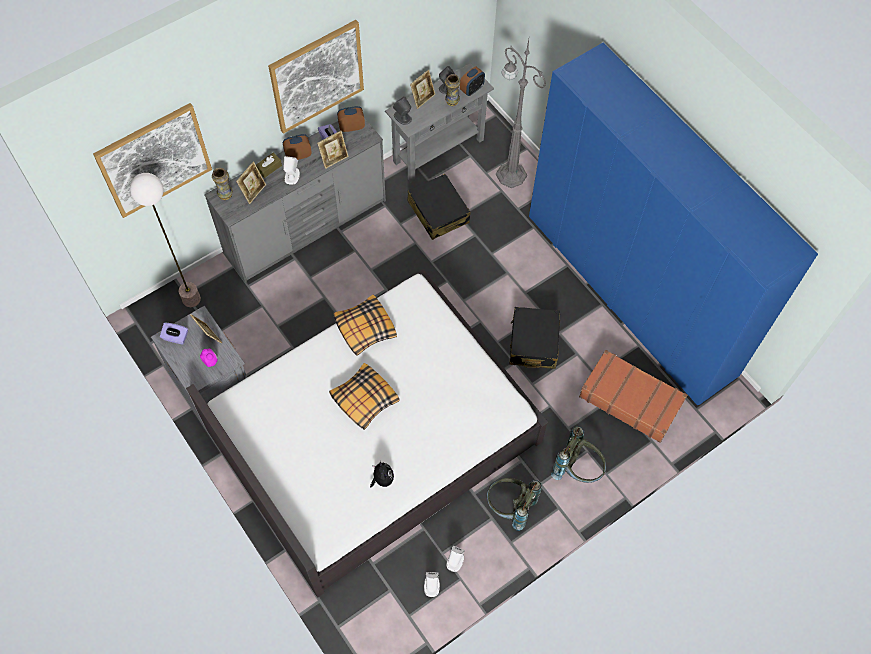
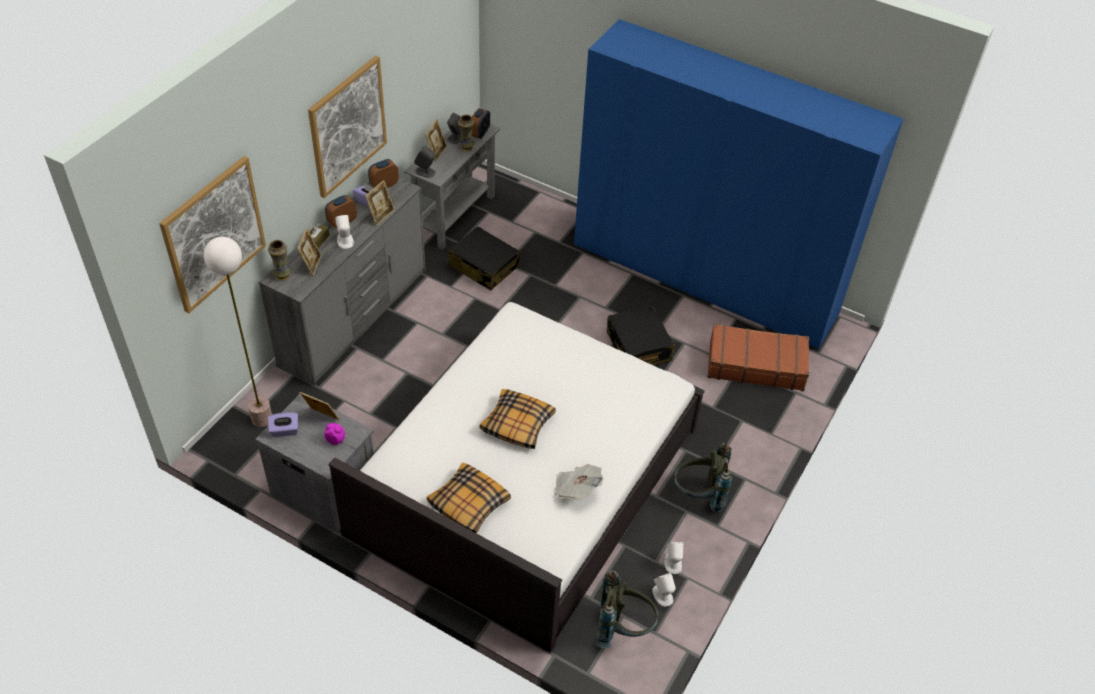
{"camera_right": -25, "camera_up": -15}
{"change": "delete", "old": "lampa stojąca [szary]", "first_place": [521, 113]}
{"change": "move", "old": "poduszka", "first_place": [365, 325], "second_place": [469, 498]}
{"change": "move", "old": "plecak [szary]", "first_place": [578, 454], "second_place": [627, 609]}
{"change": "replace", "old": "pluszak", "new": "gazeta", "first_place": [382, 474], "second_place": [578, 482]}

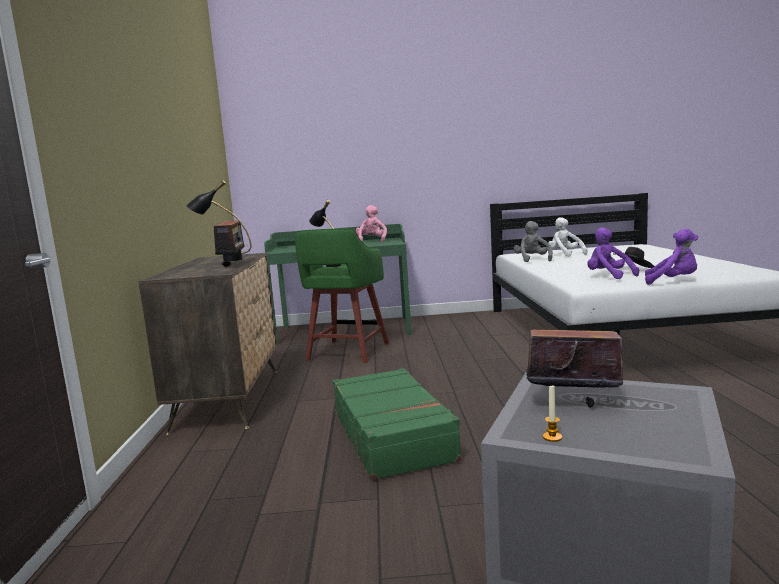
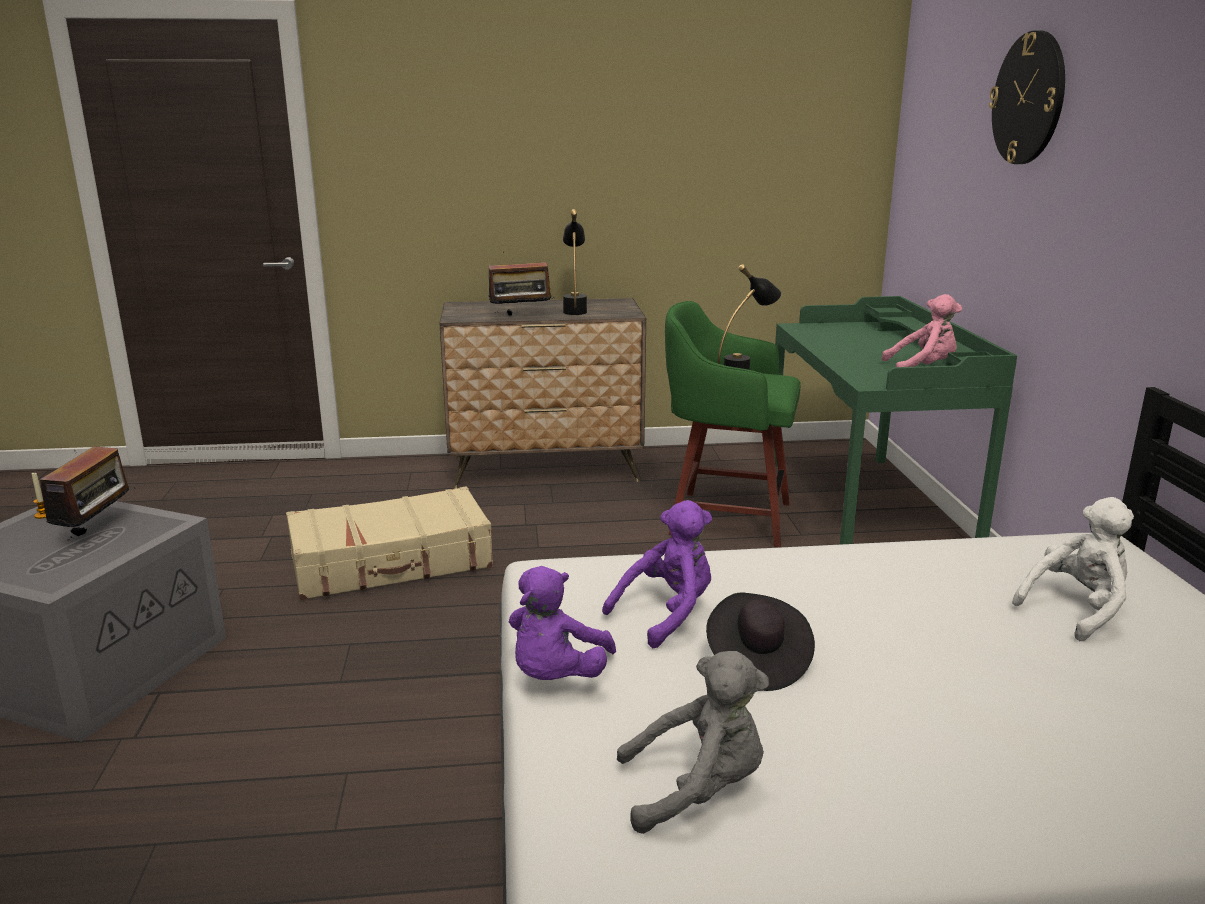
{"camera_right": 85, "camera_up": 10}
{"change": "move", "old": "pluszak [szary]", "first_place": [533, 241], "second_place": [693, 742]}
{"change": "recolor", "old": "walizka [zielony]", "new": "walizka [beżowy]", "first_place": [397, 424], "second_place": [389, 543]}
{"change": "insert", "new": "zegar ścienny", "second_place": [1027, 97]}

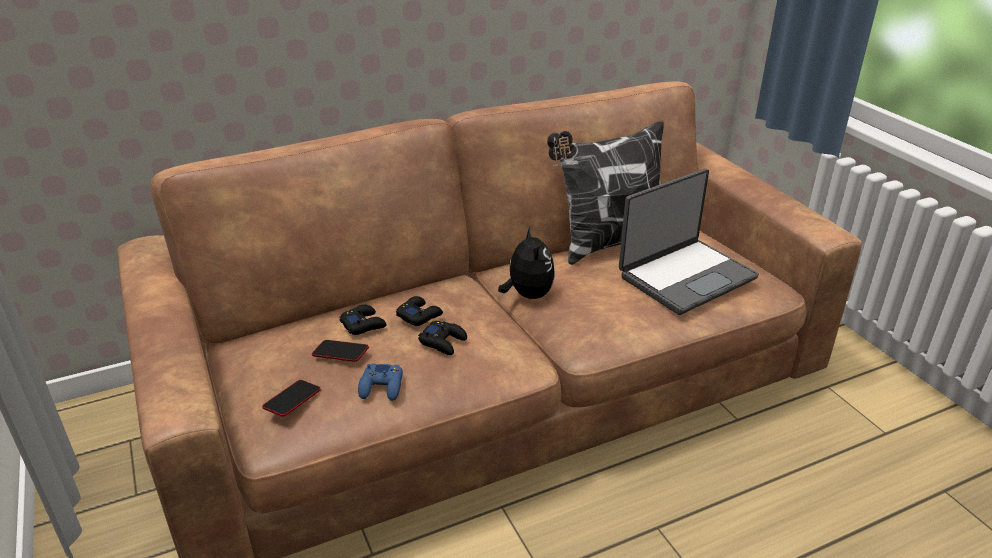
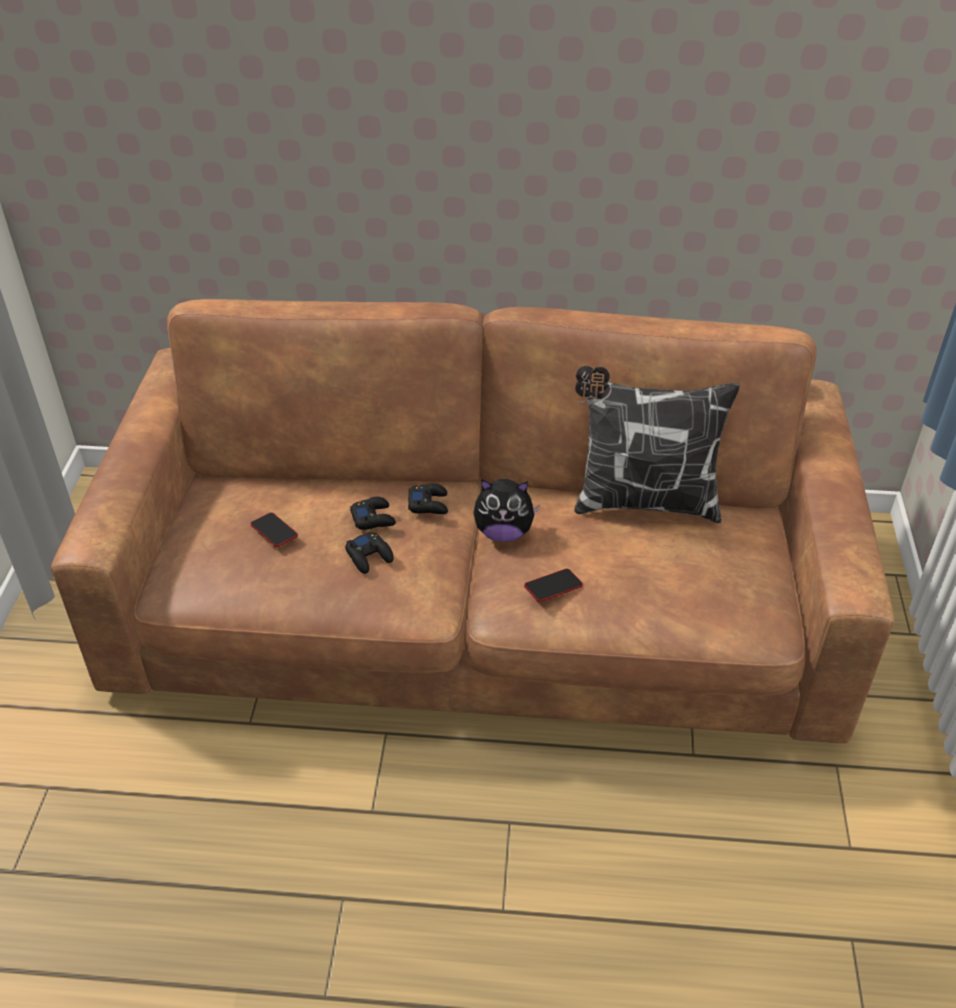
{"camera_right": 30, "camera_up": 10}
{"change": "delete", "old": "laptop", "first_place": [689, 242]}
{"change": "rotate", "old": "pluszak", "first_place": [526, 263], "second_place": [507, 510], "degrees": 75}
{"change": "move", "old": "pad do gier [czarny]", "first_place": [363, 319], "second_place": [428, 498]}
{"change": "delete", "old": "pad do gier [niebieski]", "first_place": [380, 382]}
{"change": "move", "old": "telefon", "first_place": [291, 398], "second_place": [553, 585]}

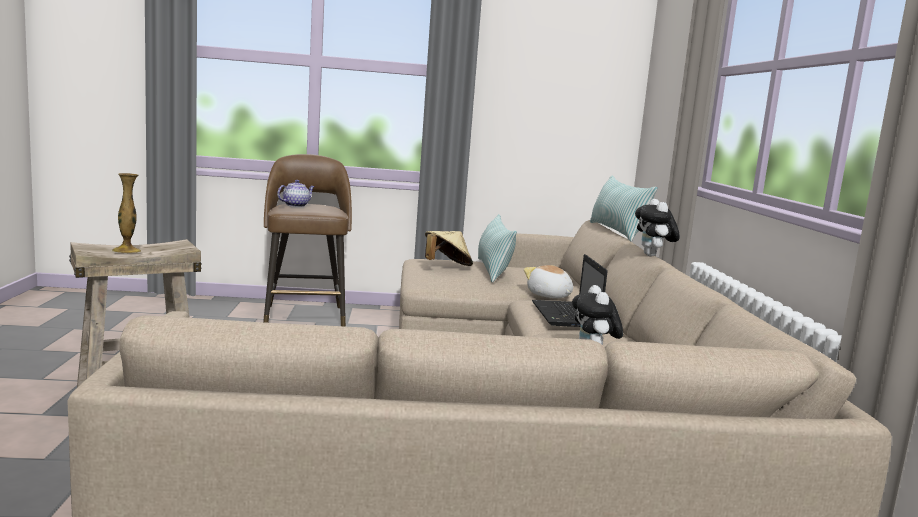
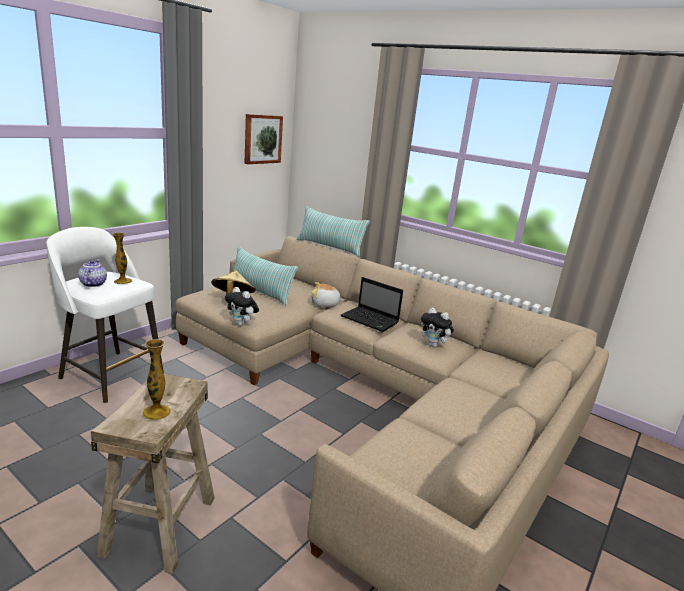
{"camera_right": -50, "camera_up": 10}
{"change": "recolor", "old": "stołek [brązowy]", "new": "stołek [biały]", "first_place": [307, 240], "second_place": [105, 315]}
{"change": "move", "old": "pluszak", "first_place": [657, 227], "second_place": [242, 306]}
{"change": "insert", "new": "obraz", "second_place": [263, 139]}
{"change": "insert", "new": "wazon", "second_place": [122, 258]}

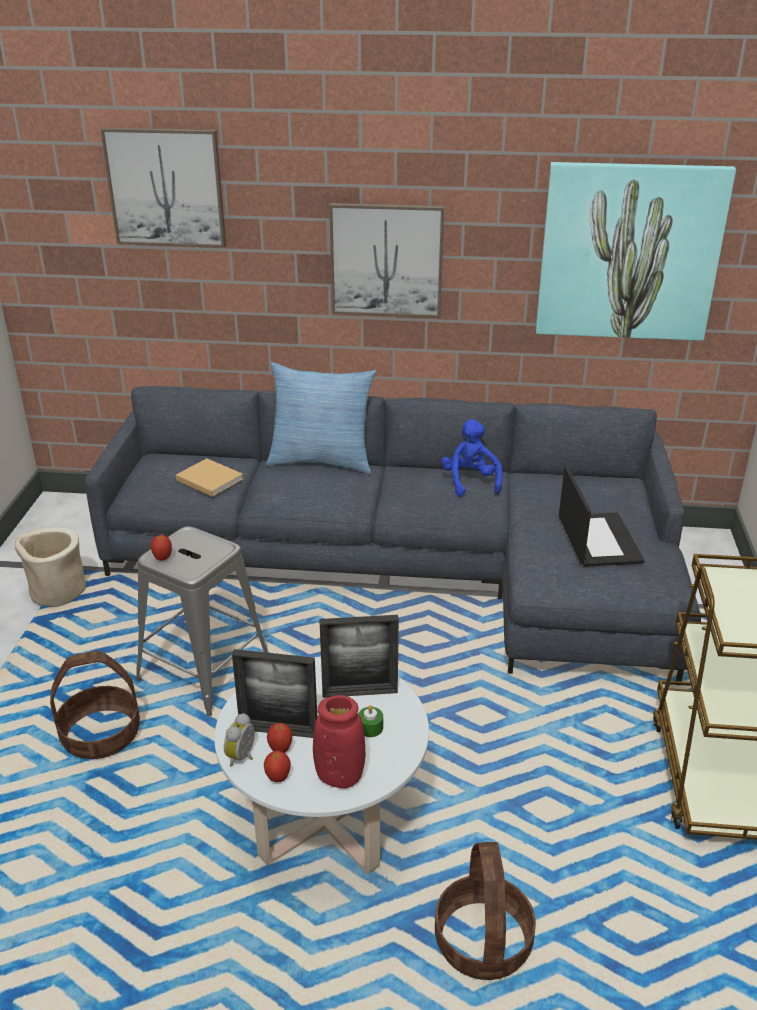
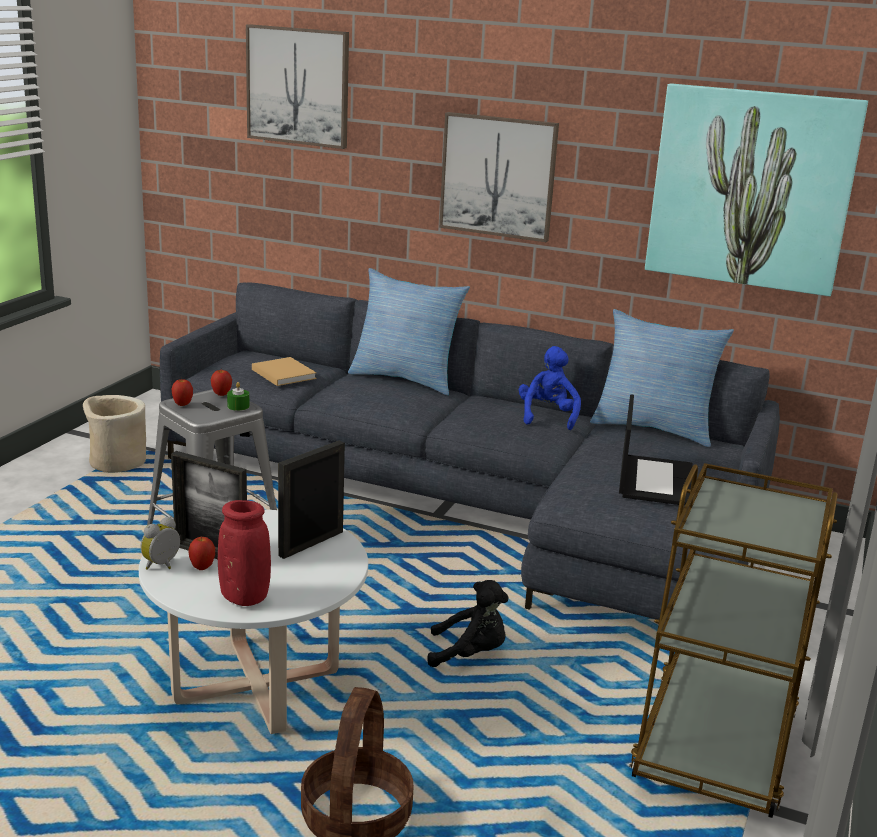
{"camera_right": 15, "camera_up": -10}
{"change": "rotate", "old": "ramka na zdjęcie", "first_place": [359, 656], "second_place": [311, 500], "degrees": 120}
{"change": "delete", "old": "koszyk", "first_place": [95, 705]}
{"change": "move", "old": "świeca [zielony]", "first_place": [370, 721], "second_place": [238, 396]}
{"change": "move", "old": "jabłko", "first_place": [277, 766], "second_place": [221, 383]}
{"change": "insert", "new": "poduszka", "second_place": [662, 378]}
{"change": "insert", "new": "pluszak [czarny]", "second_place": [468, 623]}

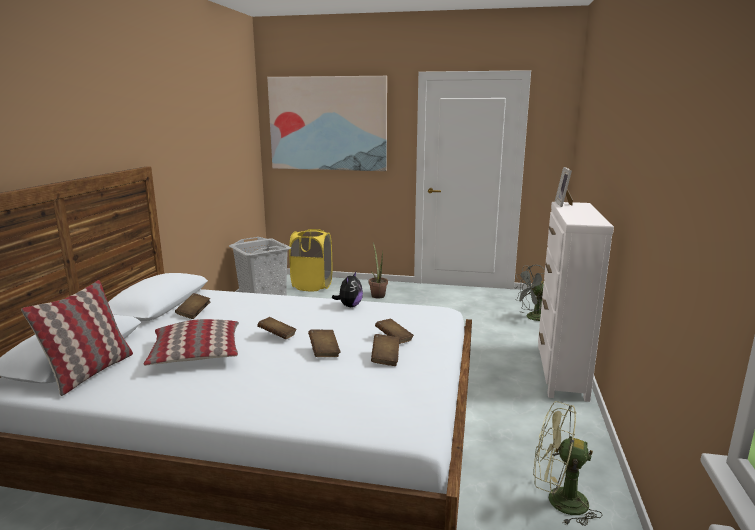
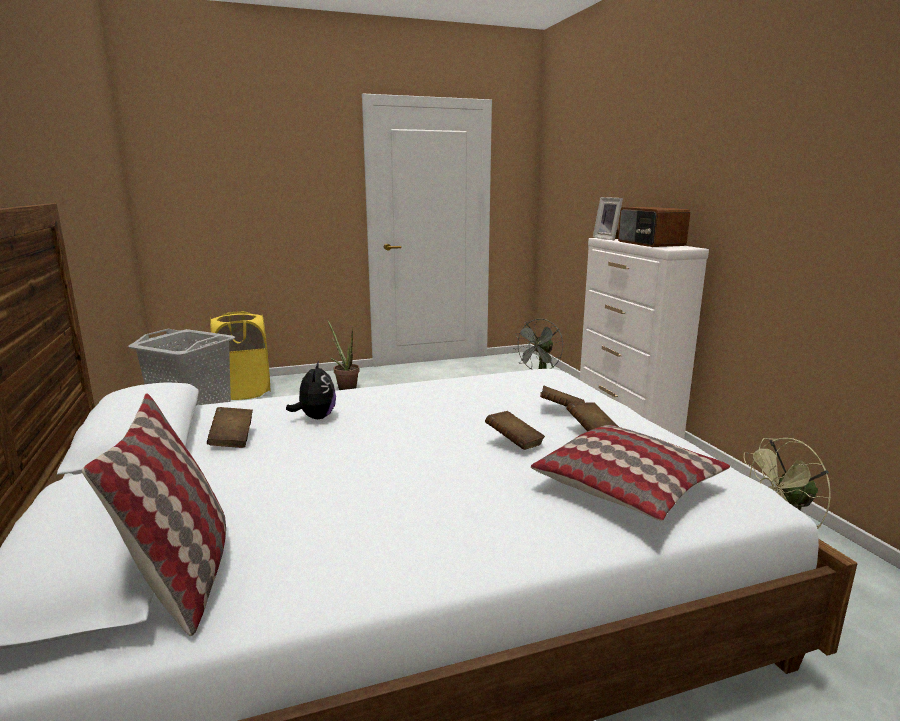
{"camera_right": -30, "camera_up": 0}
{"change": "delete", "old": "obraz", "first_place": [327, 123]}
{"change": "move", "old": "pluszak", "first_place": [347, 289], "second_place": [311, 390]}
{"change": "delete", "old": "książka [brązowy]", "first_place": [277, 328]}
{"change": "move", "old": "poduszka", "first_place": [191, 342], "second_place": [630, 473]}
{"change": "insert", "new": "radio", "second_place": [654, 227]}

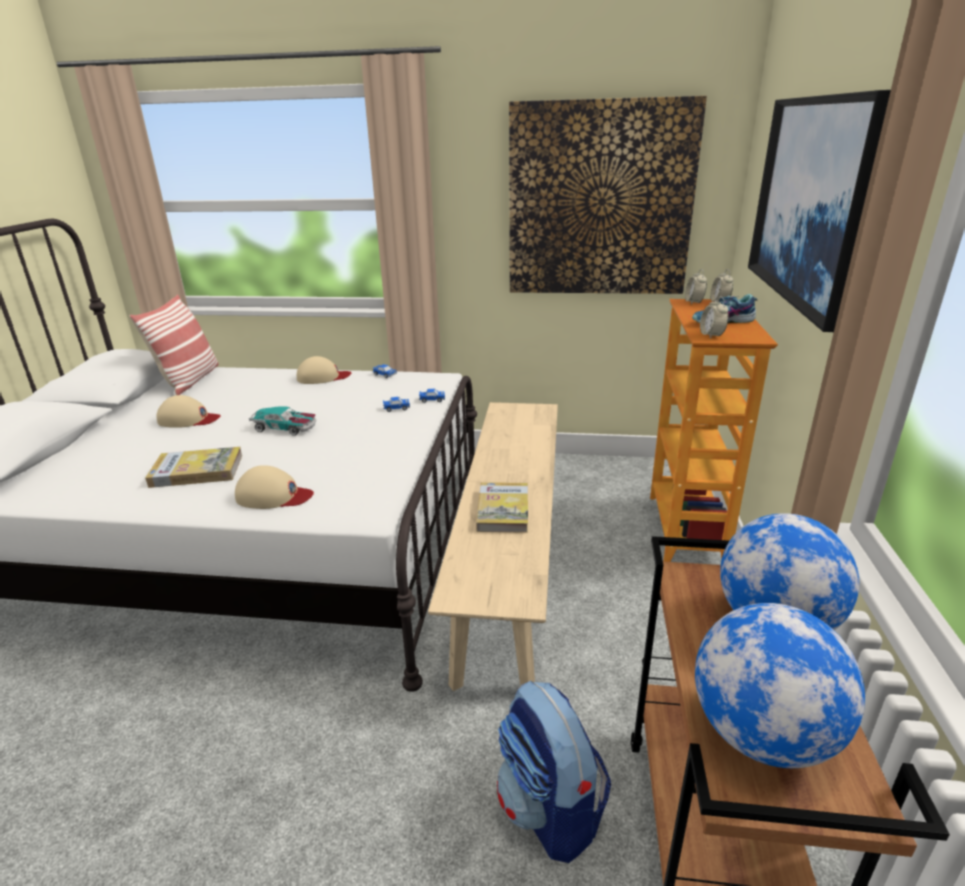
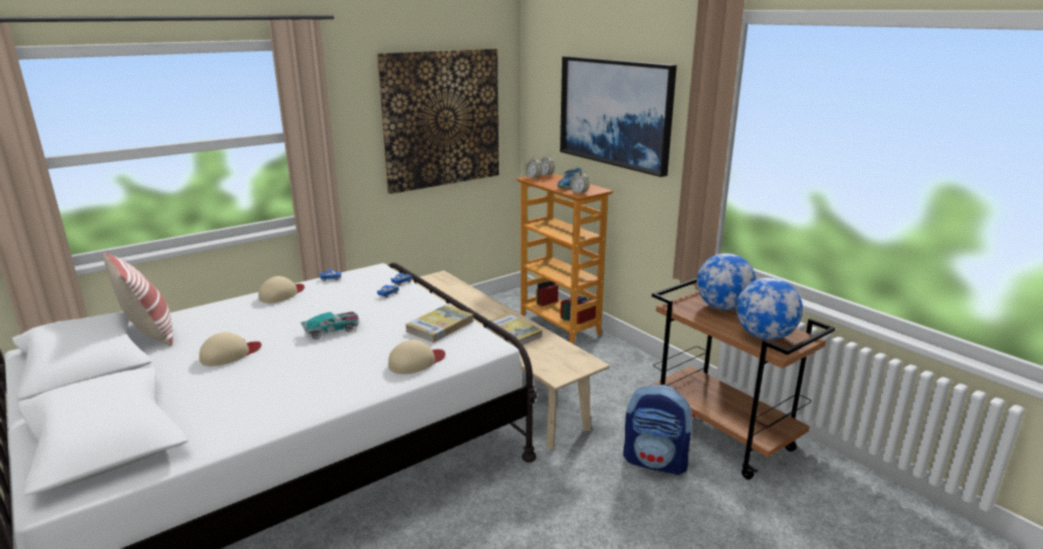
{"camera_right": -45, "camera_up": -5}
{"change": "move", "old": "książka", "first_place": [193, 467], "second_place": [439, 324]}

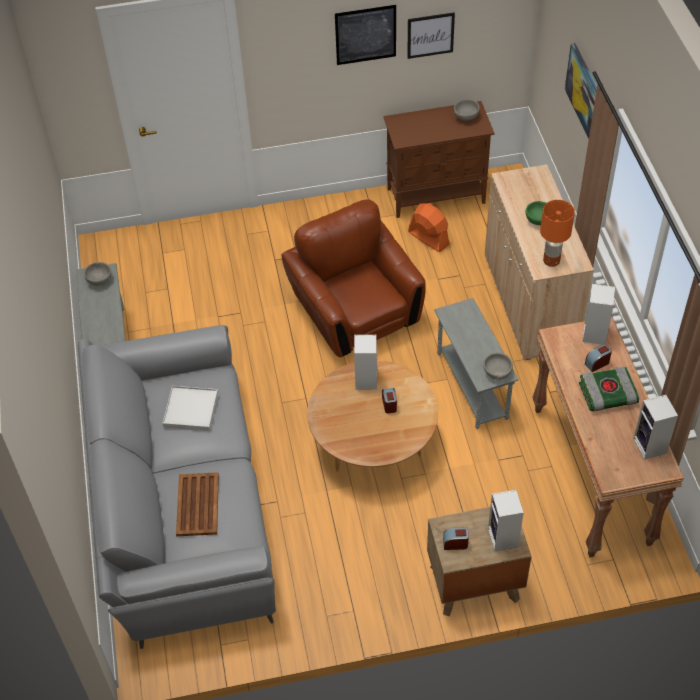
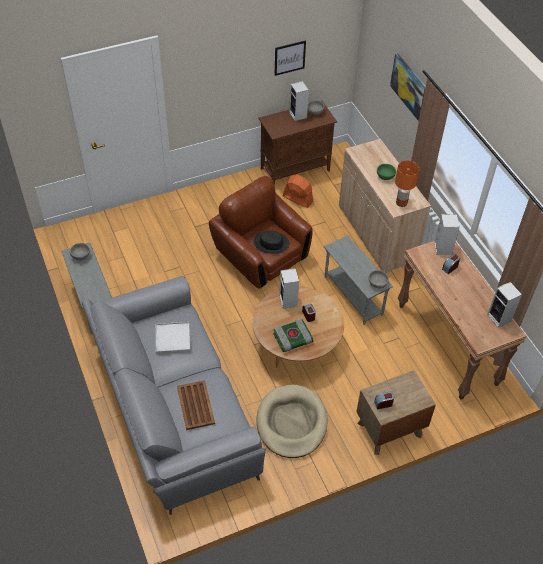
{"camera_right": -15, "camera_up": 0}
{"change": "delete", "old": "obraz", "first_place": [365, 35]}
{"change": "move", "old": "książka", "first_place": [609, 389], "second_place": [293, 335]}
{"change": "move", "old": "głośnik", "first_place": [506, 520], "second_place": [299, 101]}
{"change": "insert", "new": "kapelusz [czarny]", "second_place": [271, 242]}
{"change": "insert", "new": "legowisko [beżowy]", "second_place": [291, 421]}

